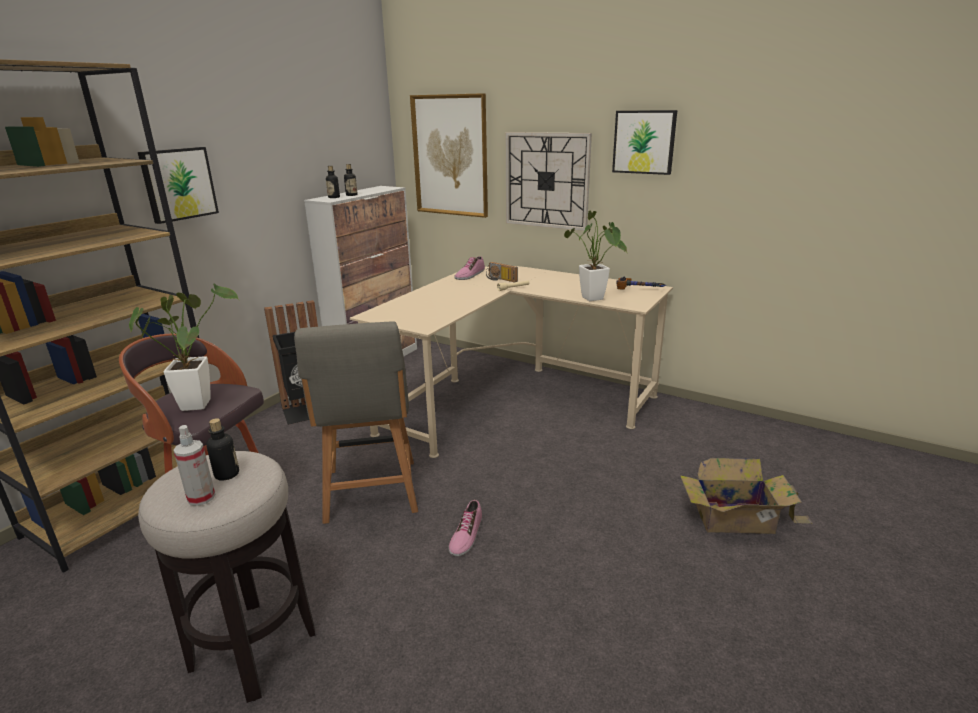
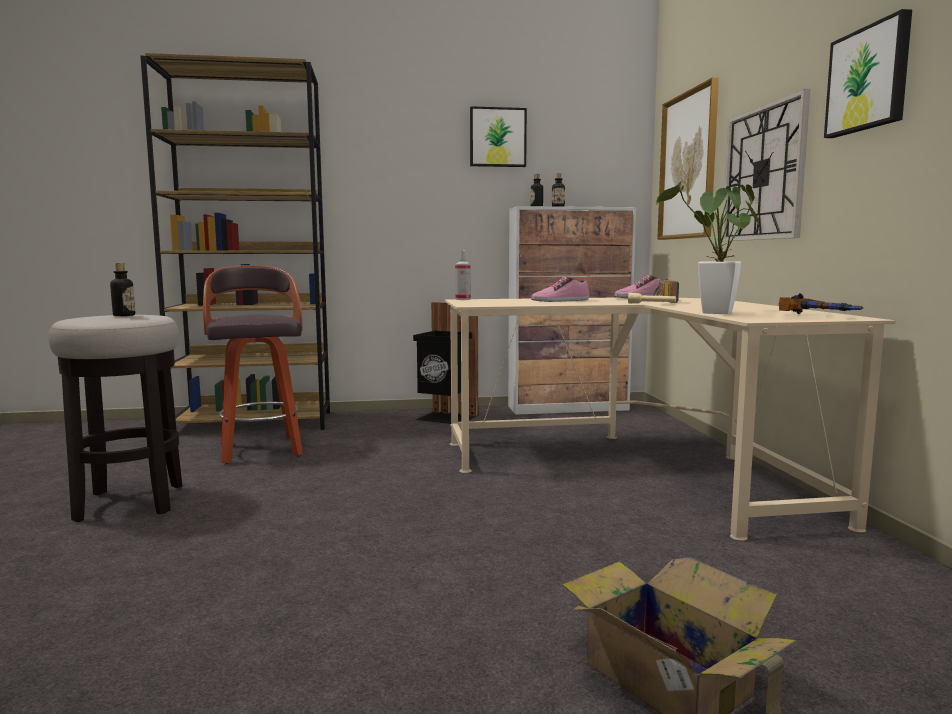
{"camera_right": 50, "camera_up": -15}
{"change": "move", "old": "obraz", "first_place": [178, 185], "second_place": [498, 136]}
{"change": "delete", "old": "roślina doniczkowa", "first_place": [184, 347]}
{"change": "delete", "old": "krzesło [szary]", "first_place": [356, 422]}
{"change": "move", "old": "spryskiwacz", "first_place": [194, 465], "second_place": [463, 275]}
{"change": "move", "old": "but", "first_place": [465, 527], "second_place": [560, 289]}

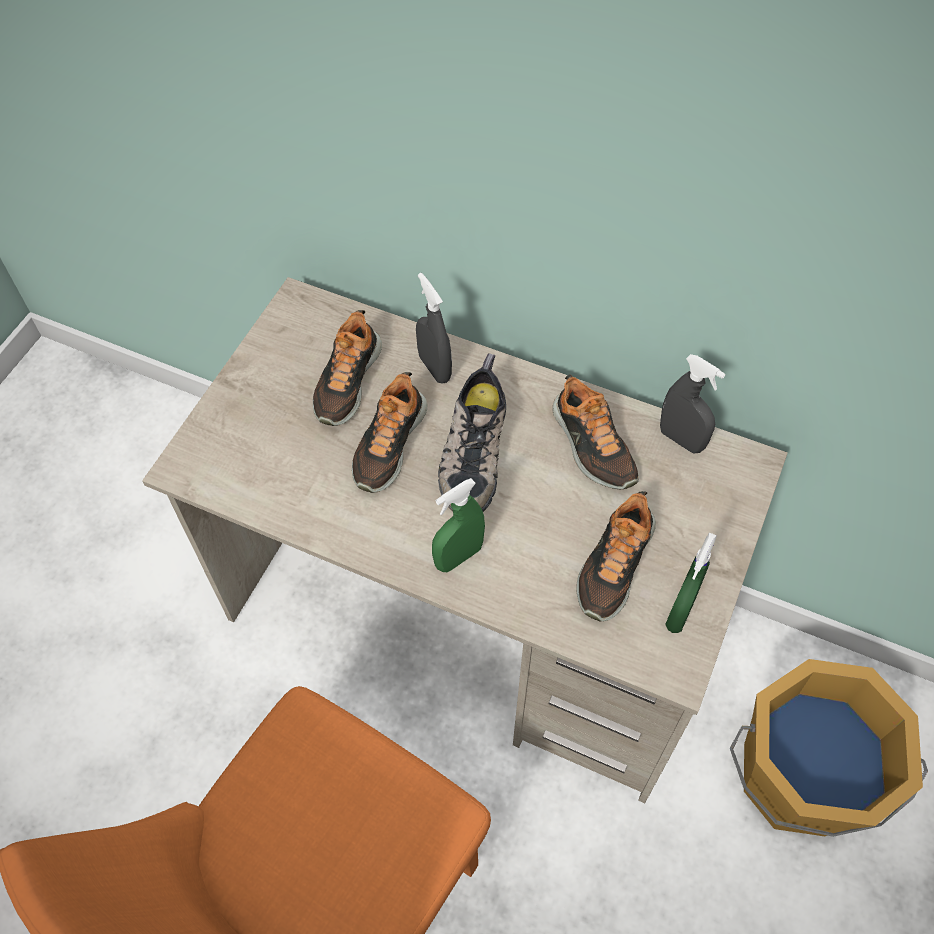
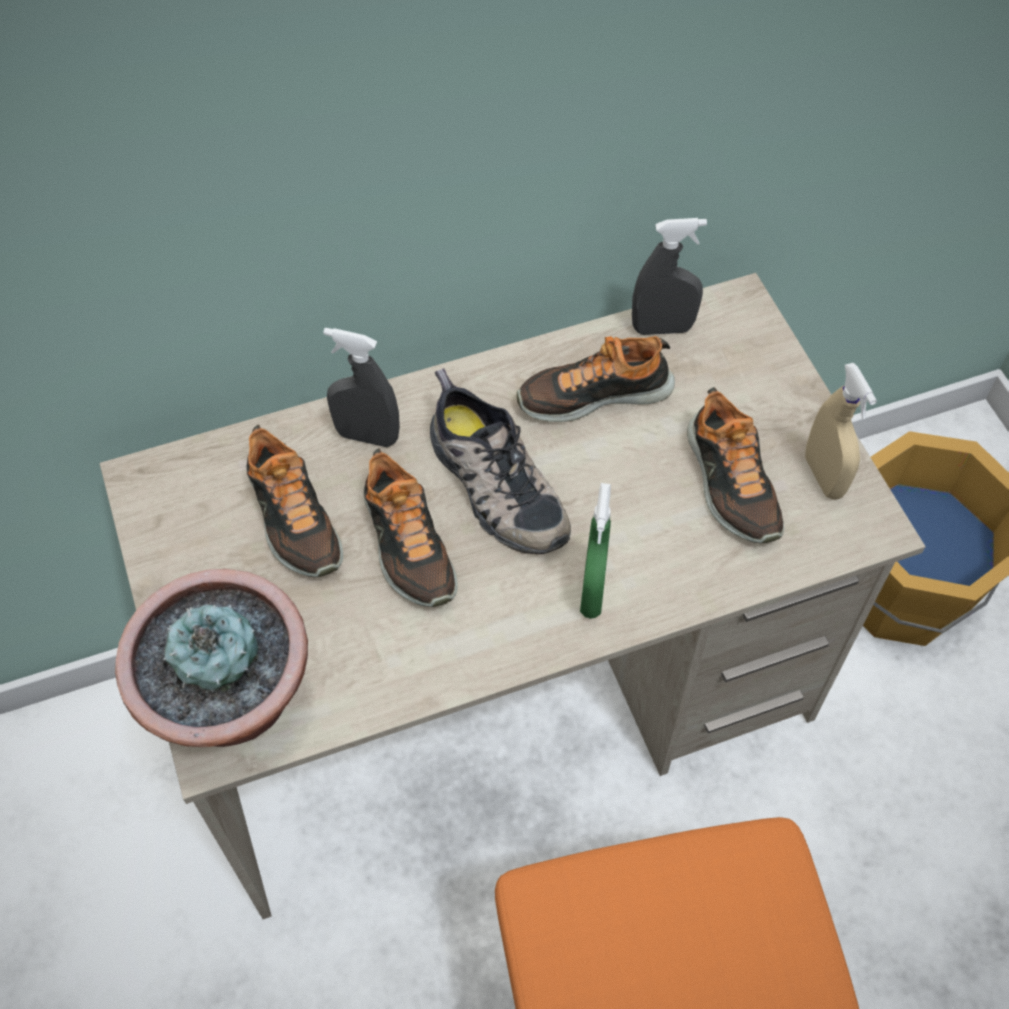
{"camera_right": -45, "camera_up": 0}
{"change": "rotate", "old": "but", "first_place": [595, 431], "second_place": [596, 379], "degrees": 150}
{"change": "recolor", "old": "spryskiwacz [zielony]", "new": "spryskiwacz [beżowy]", "first_place": [691, 582], "second_place": [841, 431]}
{"change": "insert", "new": "roślina doniczkowa", "second_place": [211, 658]}

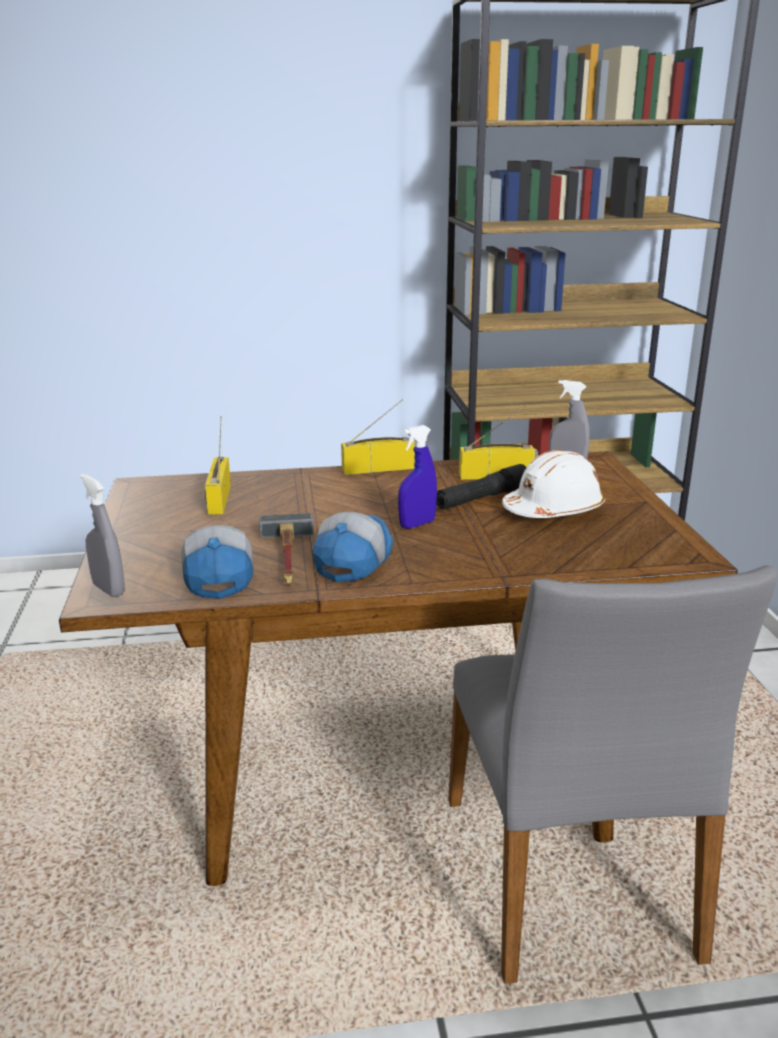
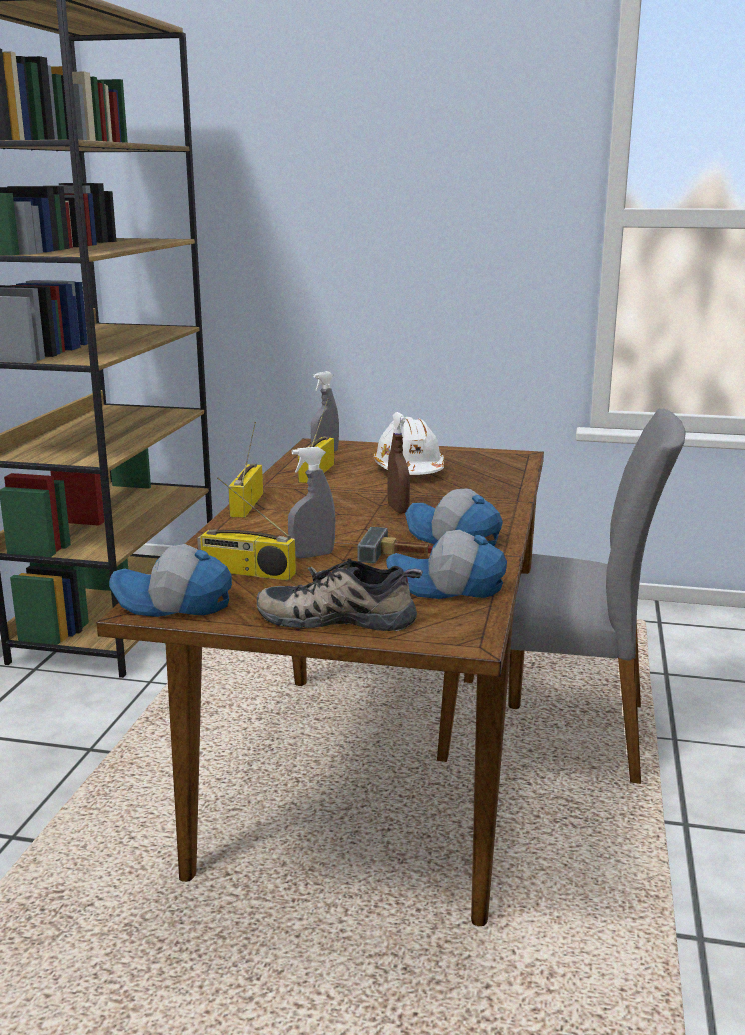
{"camera_right": -70, "camera_up": -5}
{"change": "recolor", "old": "spryskiwacz [niebieski]", "new": "spryskiwacz [brązowy]", "first_place": [417, 477], "second_place": [398, 463]}
{"change": "delete", "old": "latarka [czarny]", "first_place": [481, 486]}
{"change": "move", "old": "spryskiwacz [szary]", "first_place": [102, 535], "second_place": [311, 502]}
{"change": "insert", "new": "czapka z daszkiem", "second_place": [170, 580]}
{"change": "insert", "new": "but", "second_place": [340, 595]}

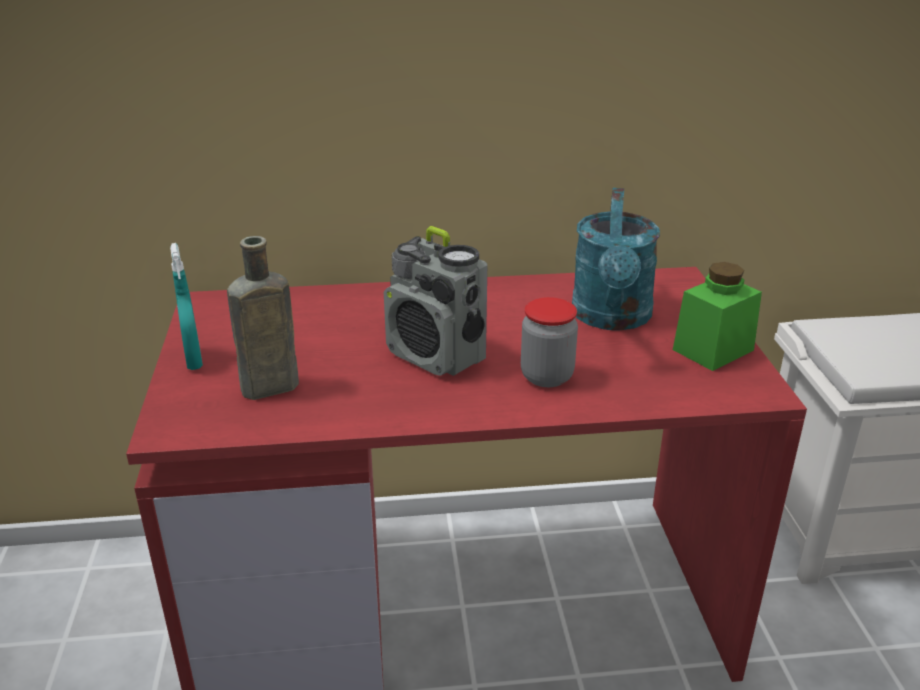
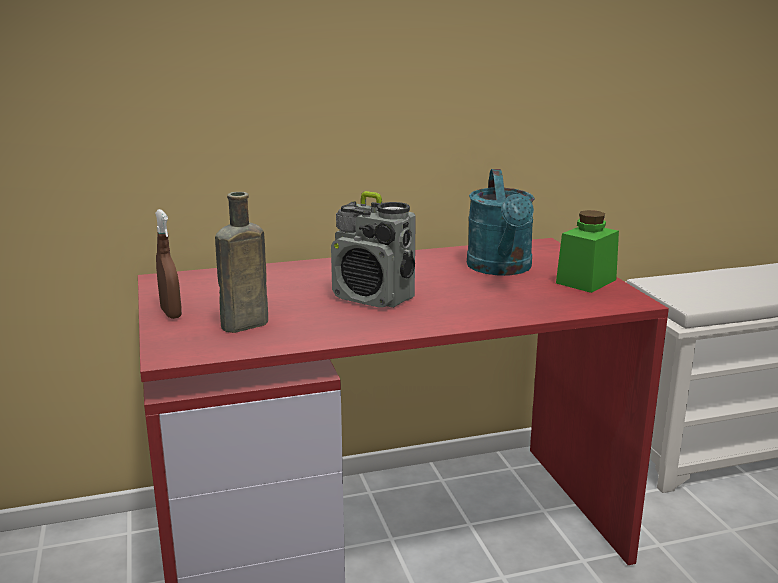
{"camera_right": -10, "camera_up": -10}
{"change": "recolor", "old": "spryskiwacz [turkusowy]", "new": "spryskiwacz [brązowy]", "first_place": [186, 306], "second_place": [168, 264]}
{"change": "delete", "old": "słoik", "first_place": [549, 342]}

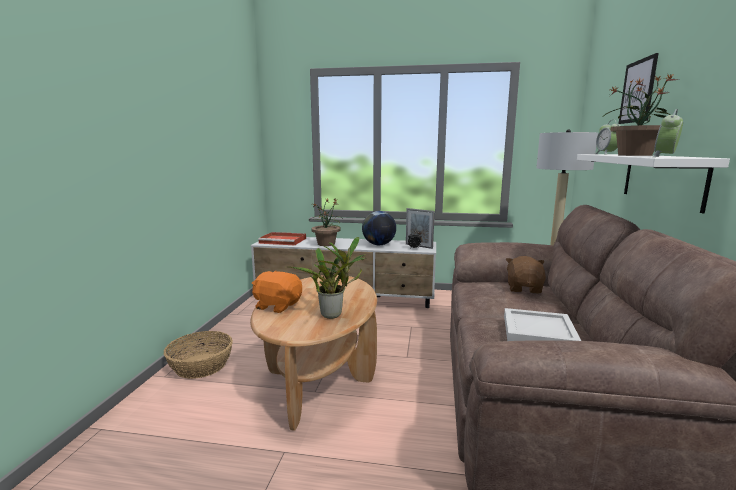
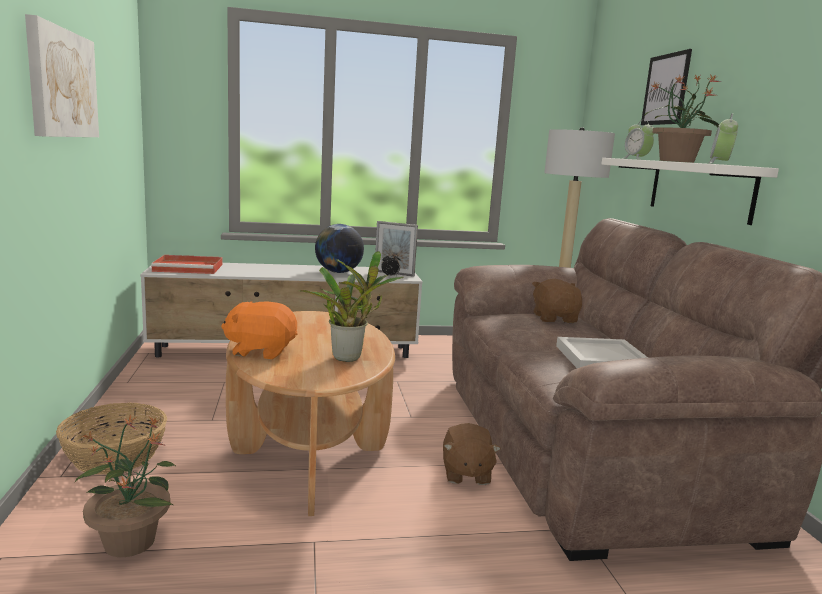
{"camera_right": -20, "camera_up": 0}
{"change": "move", "old": "roślina doniczkowa", "first_place": [327, 222], "second_place": [125, 486]}
{"change": "insert", "new": "obraz", "second_place": [62, 75]}
{"change": "insert", "new": "pluszak [brązowy]", "second_place": [472, 454]}

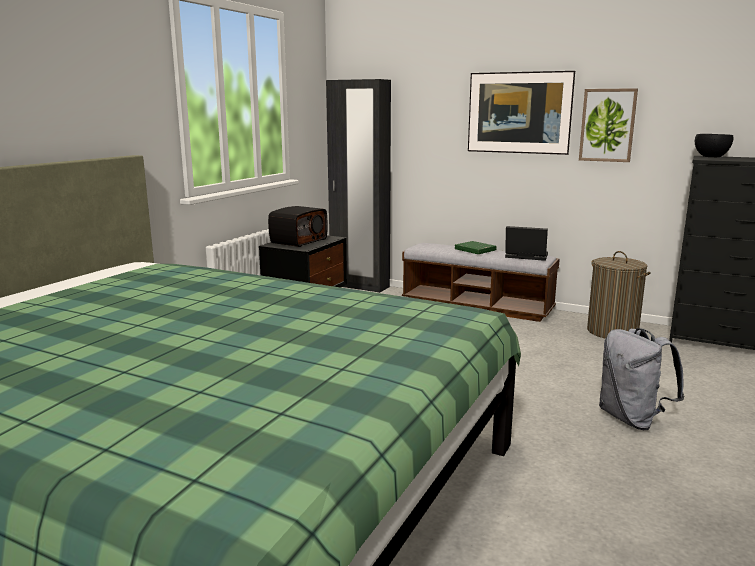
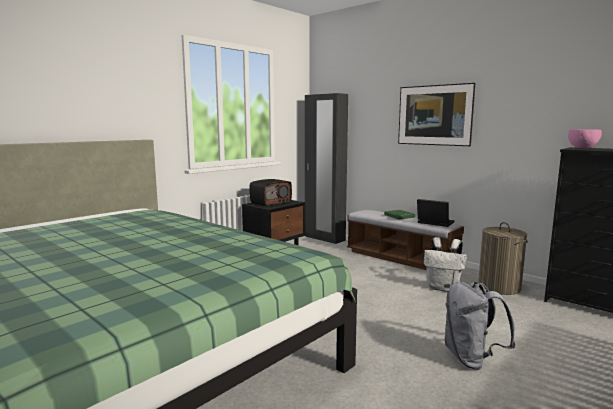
{"camera_right": 15, "camera_up": -5}
{"change": "delete", "old": "obraz", "first_place": [608, 125]}
{"change": "recolor", "old": "miska [czarny]", "new": "miska [różowy]", "first_place": [714, 145], "second_place": [585, 138]}
{"change": "insert", "new": "plecak [biały]", "second_place": [445, 264]}

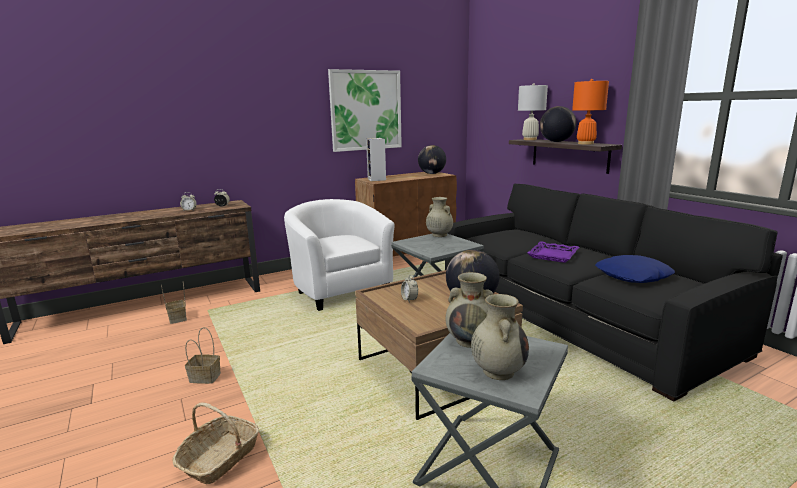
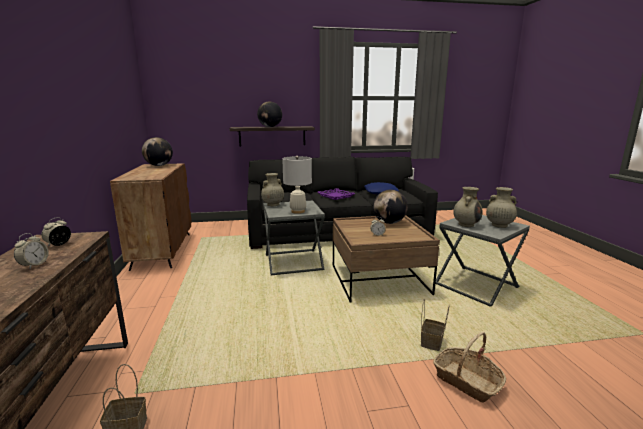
{"camera_right": -70, "camera_up": 0}
{"change": "delete", "old": "obraz", "first_place": [365, 110]}
{"change": "delete", "old": "lampa stołowa [pomarańczowy]", "first_place": [590, 112]}
{"change": "move", "old": "lampa stołowa [biały]", "first_place": [533, 111], "second_place": [297, 185]}
{"change": "delete", "old": "głośnik", "first_place": [376, 159]}
{"change": "delete", "old": "fotel [biały]", "first_place": [339, 255]}
{"change": "move", "old": "koszyk", "first_place": [203, 355], "second_place": [435, 325]}

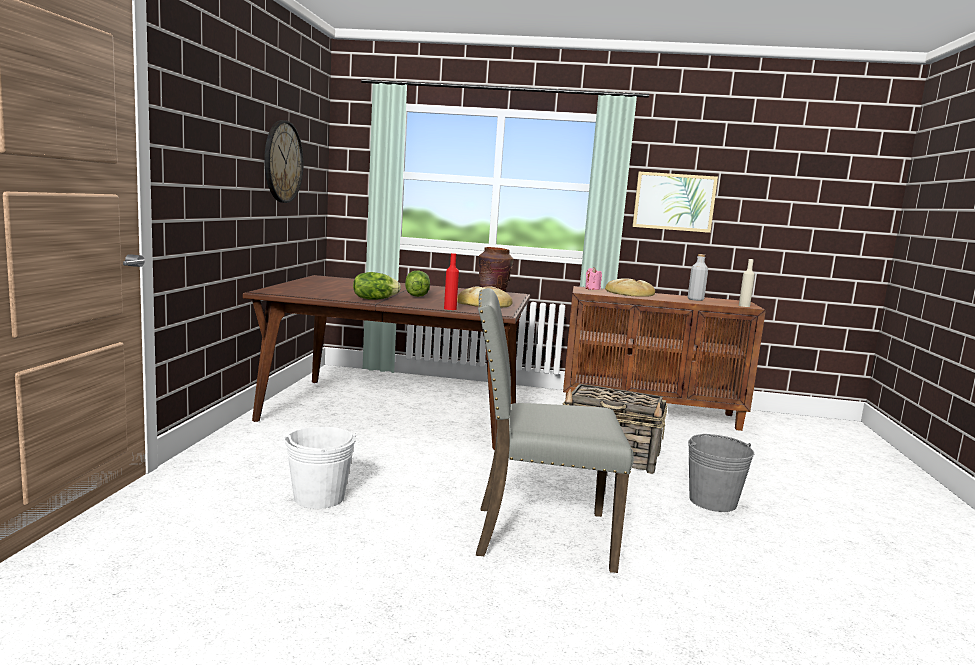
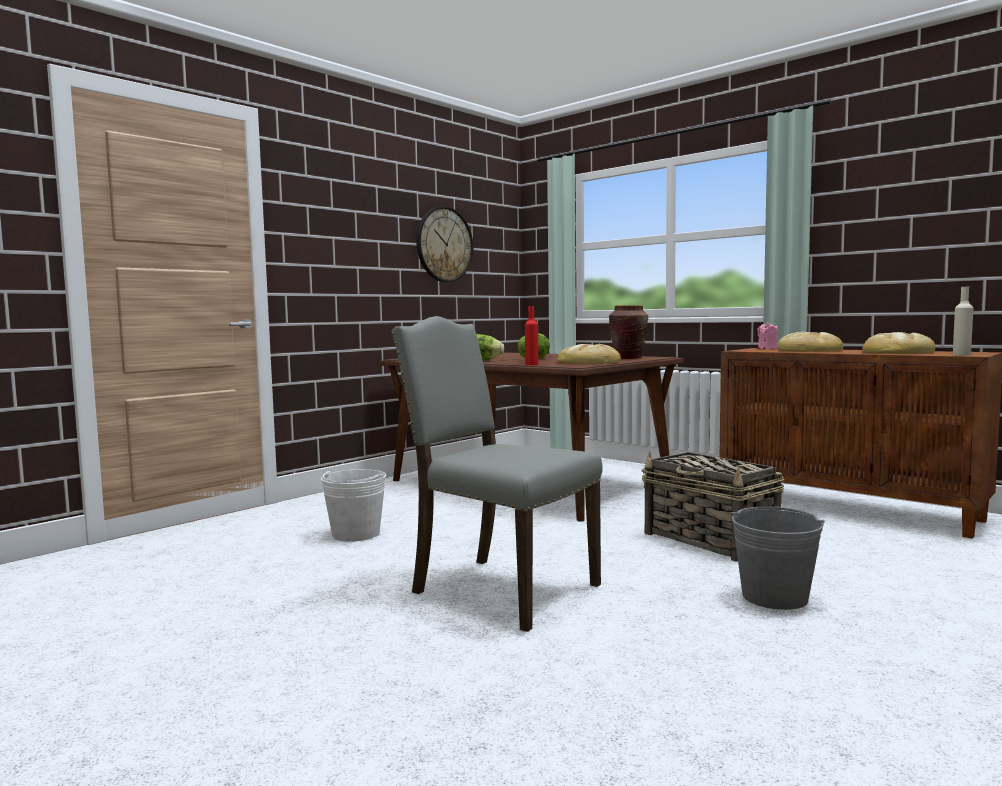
{"camera_right": 35, "camera_up": -5}
{"change": "delete", "old": "obraz", "first_place": [675, 202]}
{"change": "replace", "old": "butelka [szary]", "new": "chleb", "first_place": [698, 277], "second_place": [898, 343]}

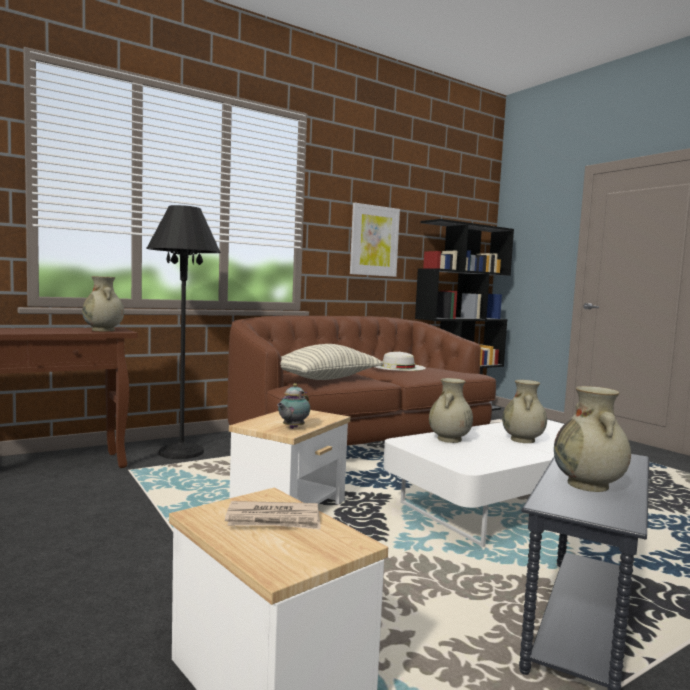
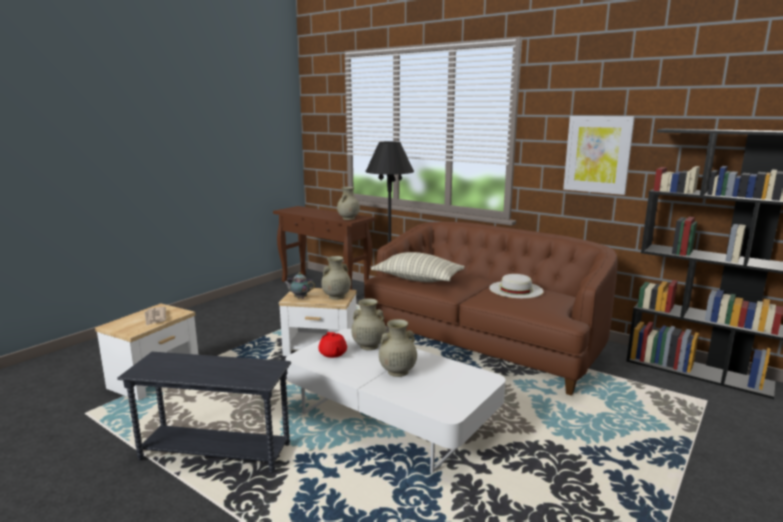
{"camera_right": 70, "camera_up": 10}
{"change": "move", "old": "wazon [beżowy]", "first_place": [592, 439], "second_place": [336, 278]}
{"change": "insert", "new": "imbryk [czerwony]", "second_place": [333, 345]}

